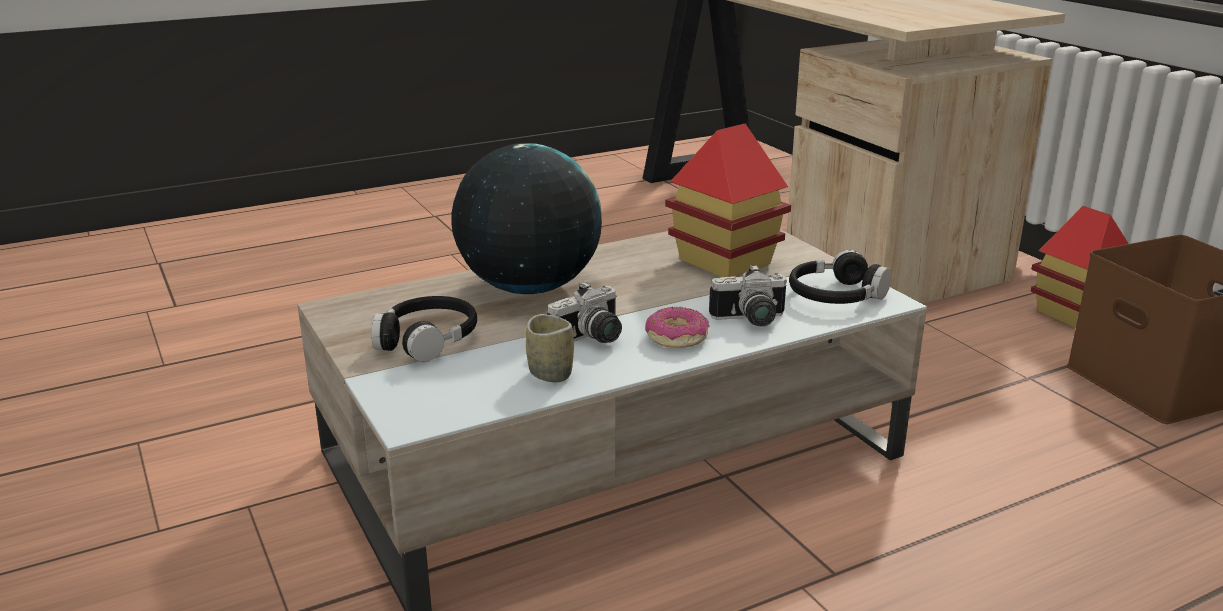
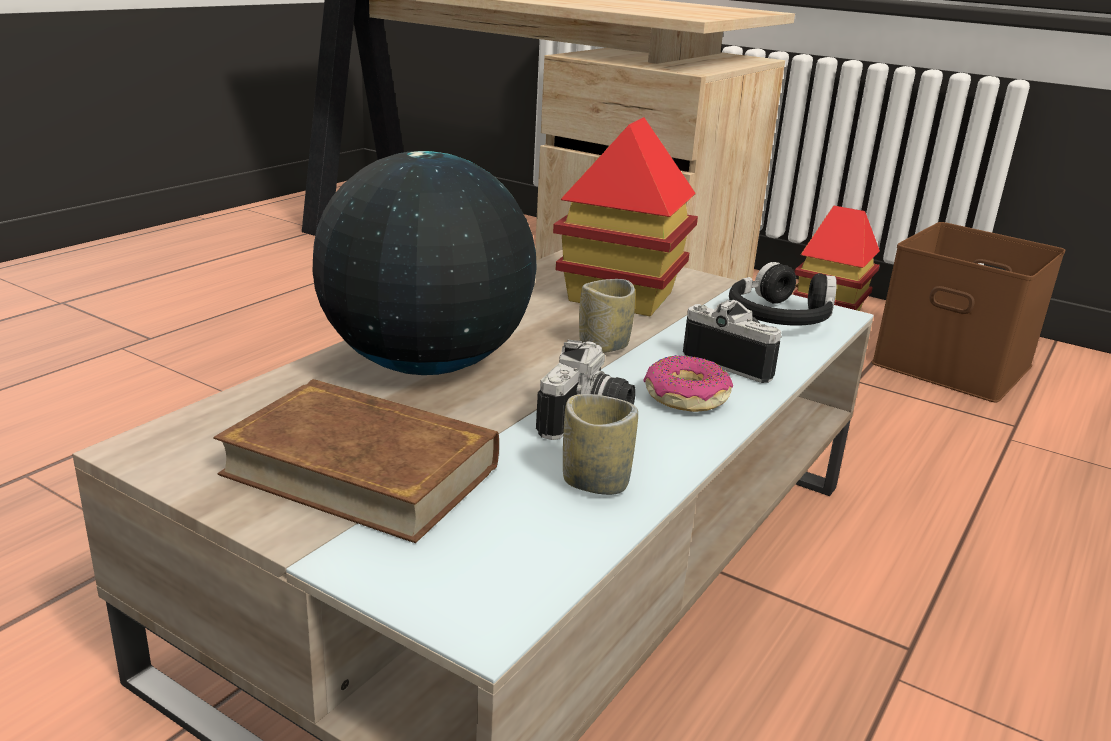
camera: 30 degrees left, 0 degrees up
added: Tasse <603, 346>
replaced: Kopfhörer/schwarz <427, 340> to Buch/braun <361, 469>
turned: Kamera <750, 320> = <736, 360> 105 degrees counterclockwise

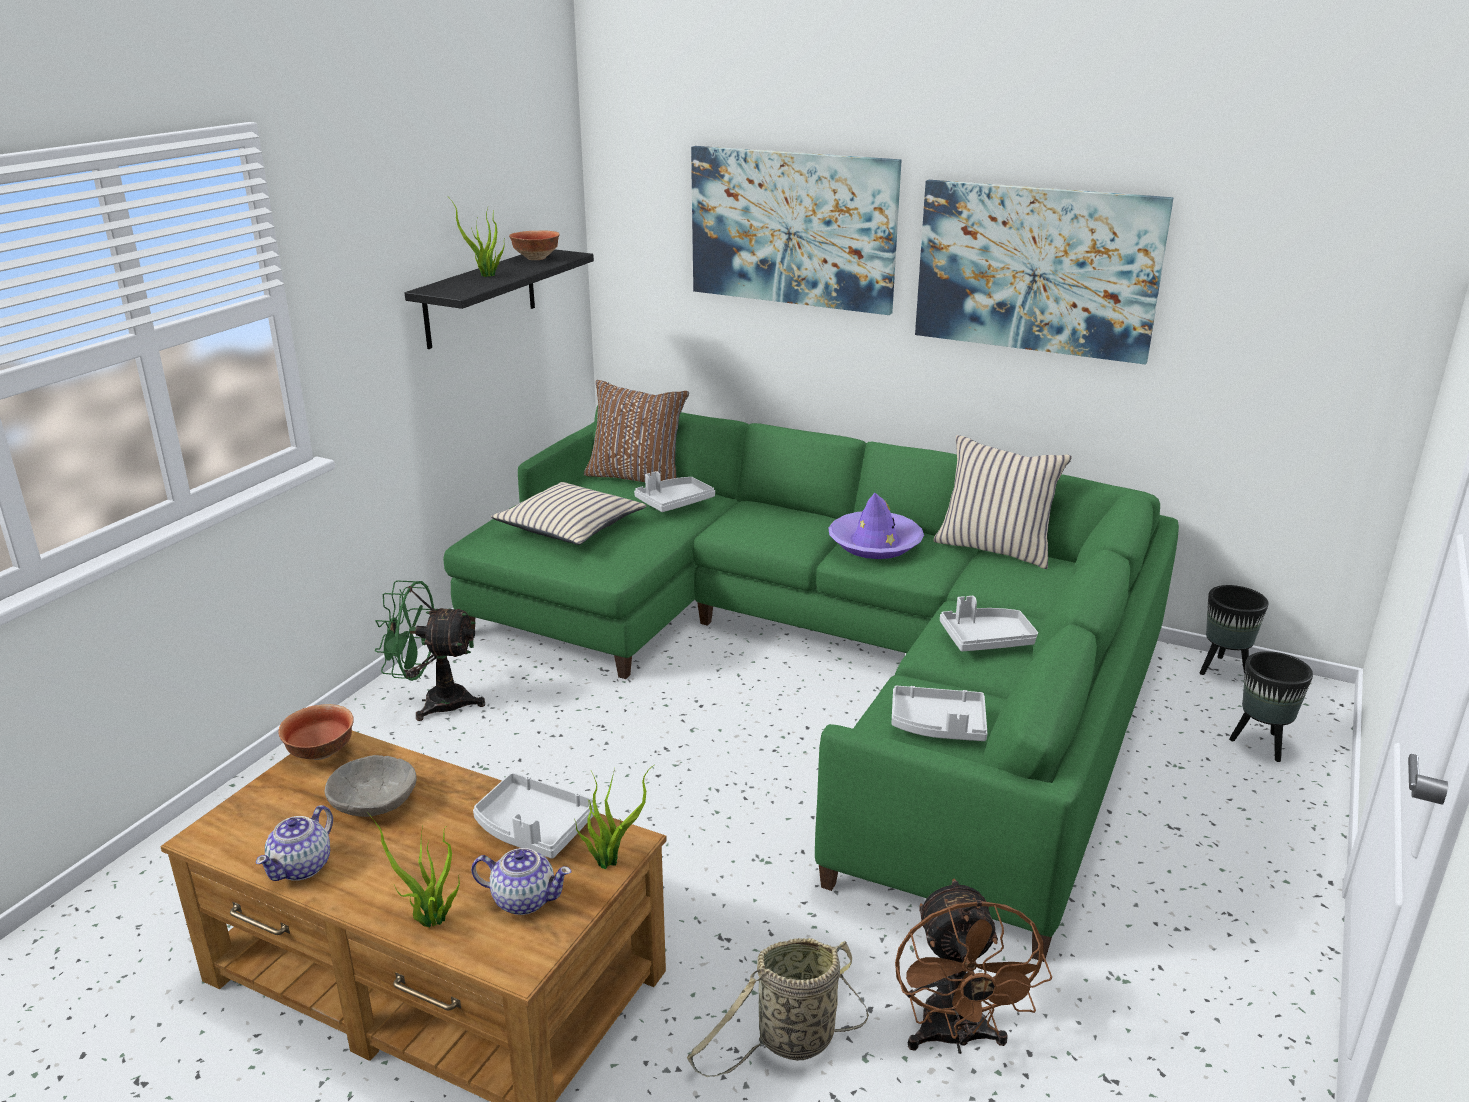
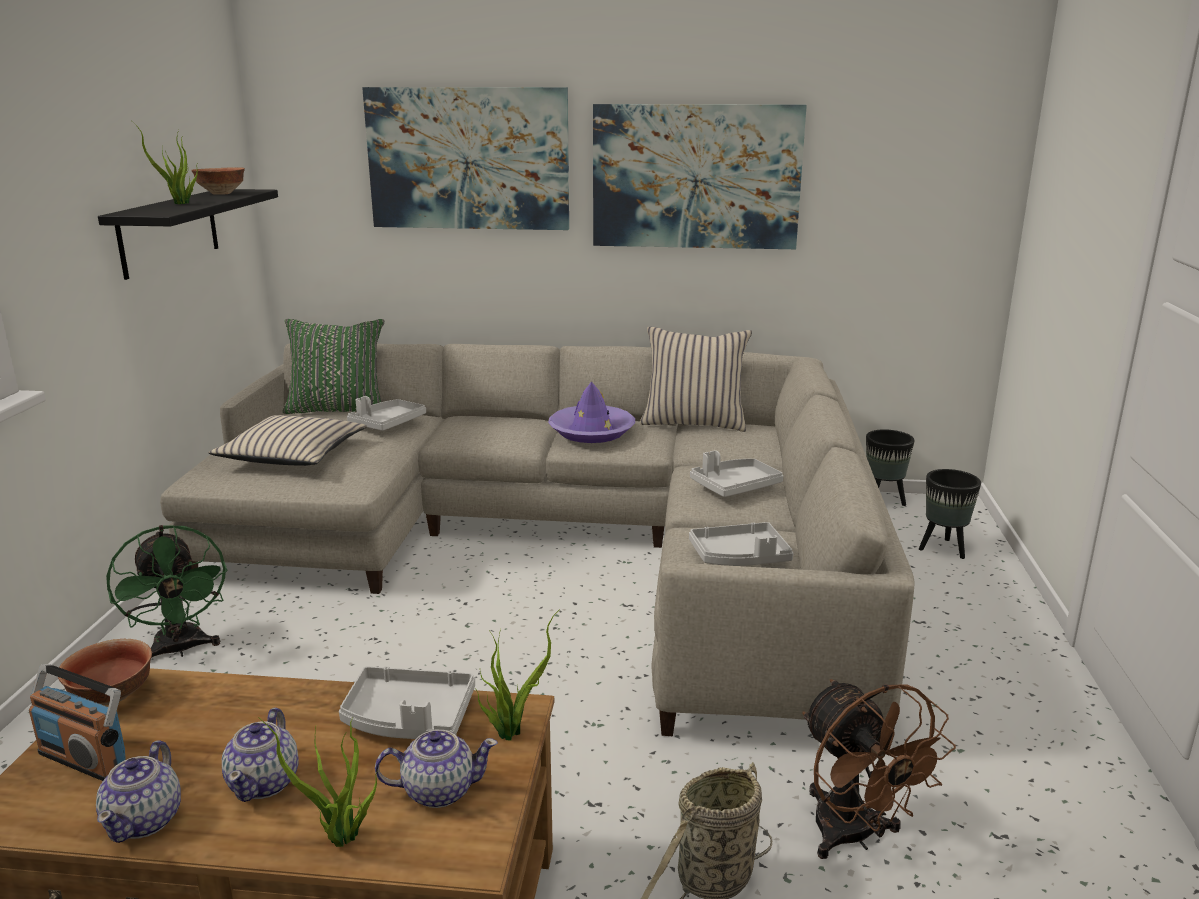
camera: 20 degrees left, 5 degrees down
removed: Schüssel/grau <373, 803>
added: Radio <84, 759>; Teekanne <265, 782>
recoloured: Sofa/grün <825, 660> to Sofa/beige <561, 546>; Kissen/braun <637, 477> to Kissen/grün <338, 410>
turned: Ventilator/grün <435, 702> = <180, 650> 105 degrees counterclockwise

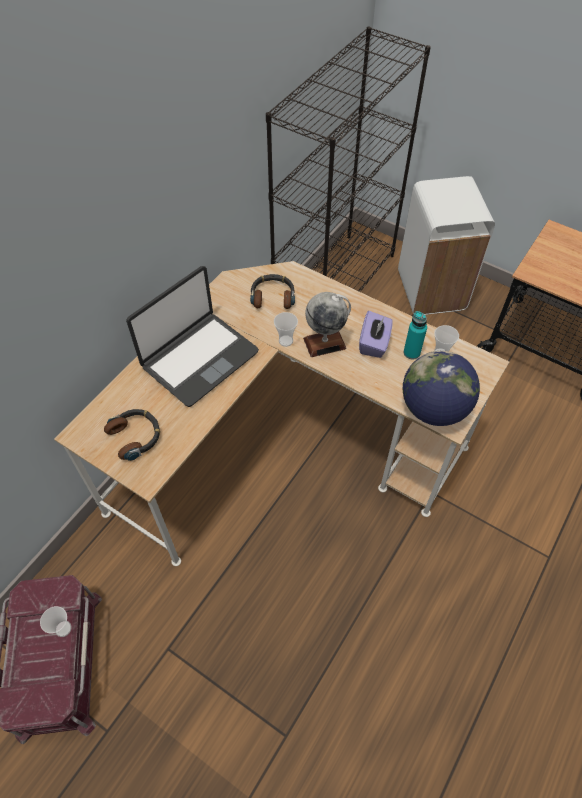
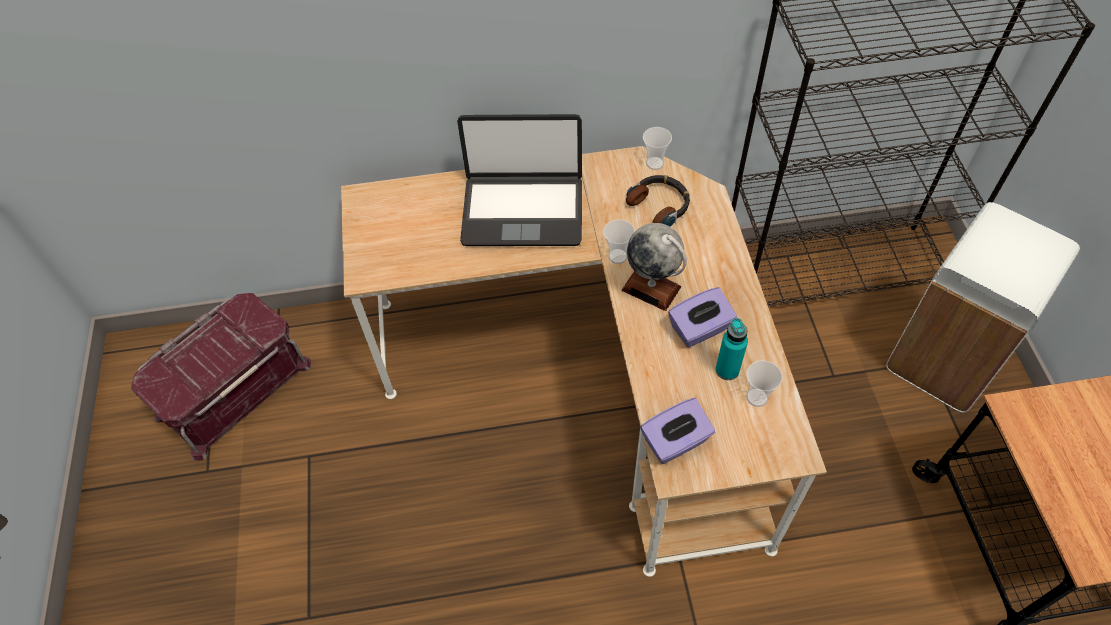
camera: 50 degrees right, 0 degrees up
removed: Kopfhörer <136, 436>
moved: Tasse <63, 628> to <654, 163>
replaced: Globus <433, 409> to Taschentuchbox/lila <675, 442>

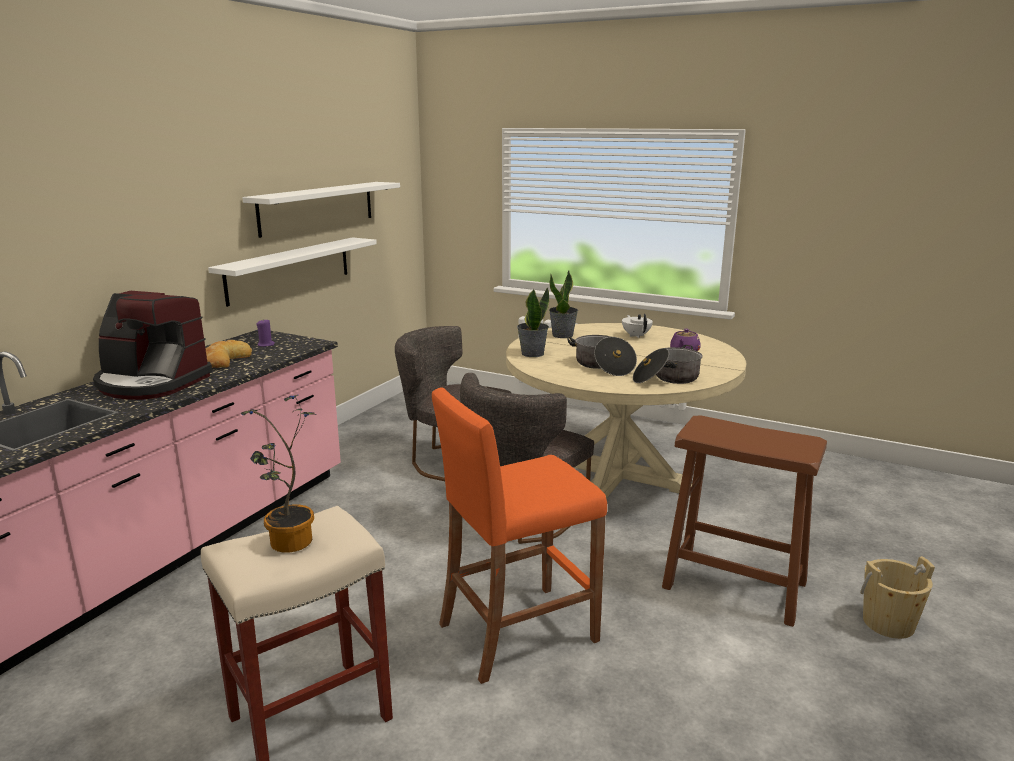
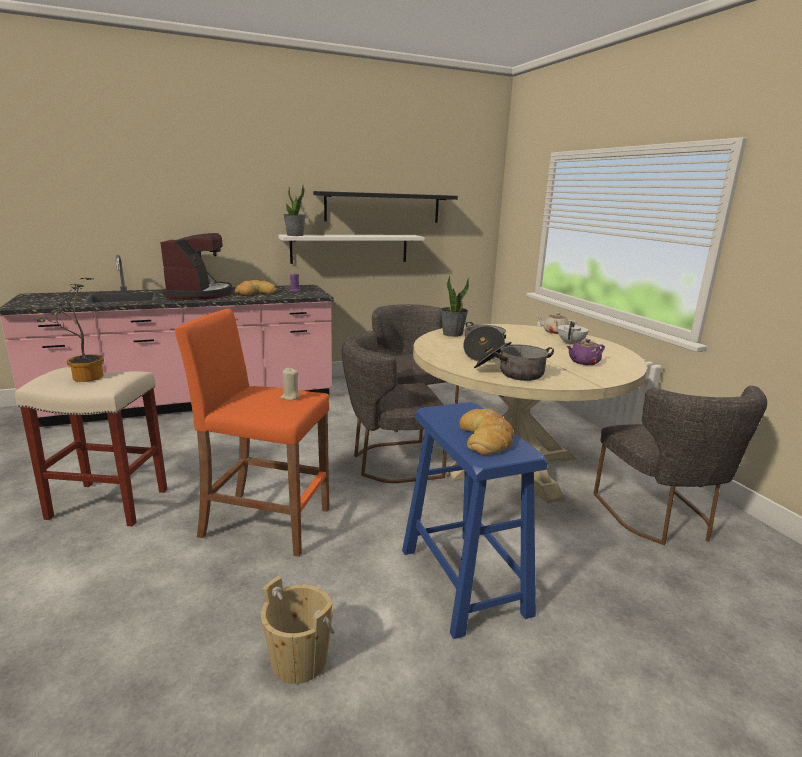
camera: 40 degrees right, 0 degrees up
added: Kerze/beige <290, 397>; Brot <486, 438>; Teekanne/beige <554, 332>; Stuhl/grau <660, 519>
moved: Topfpflanze <563, 335> to <295, 235>; Eimer/beige <888, 623> to <299, 660>
recoloured: Wandregal/weiß <318, 207> to Wandregal/schwarz <383, 207>; Hocker/braun <735, 585> to Hocker/blau <463, 582>
turned: Kaffeemaschine <151, 383> = <199, 294> 150 degrees counterclockwise

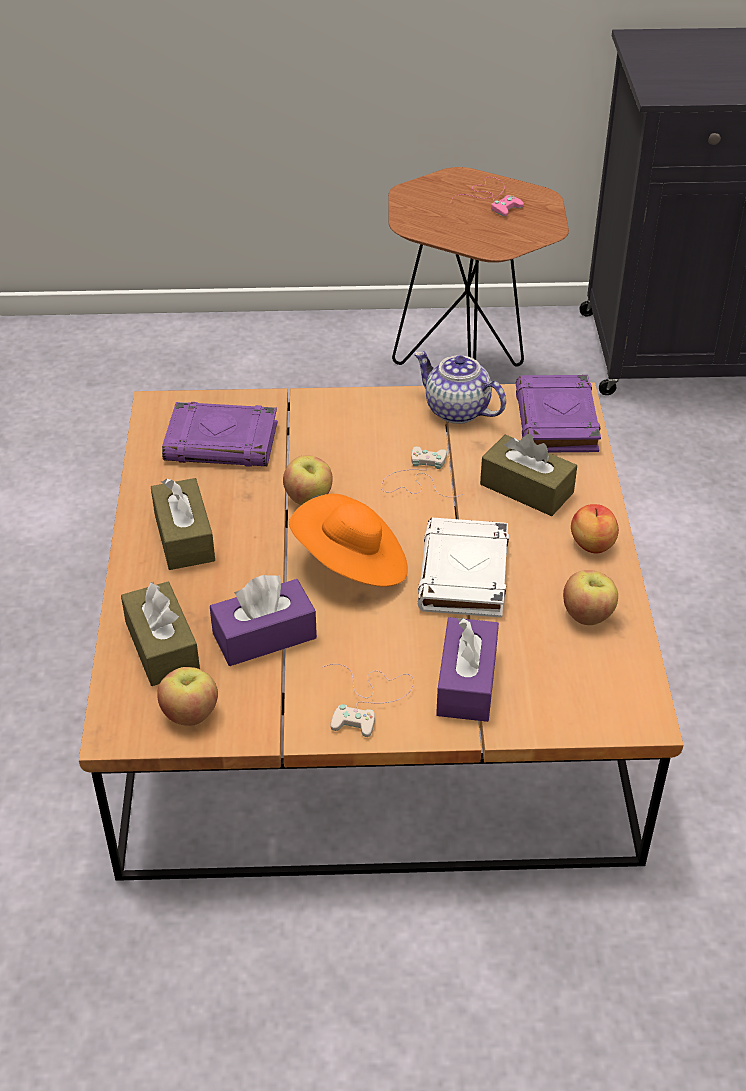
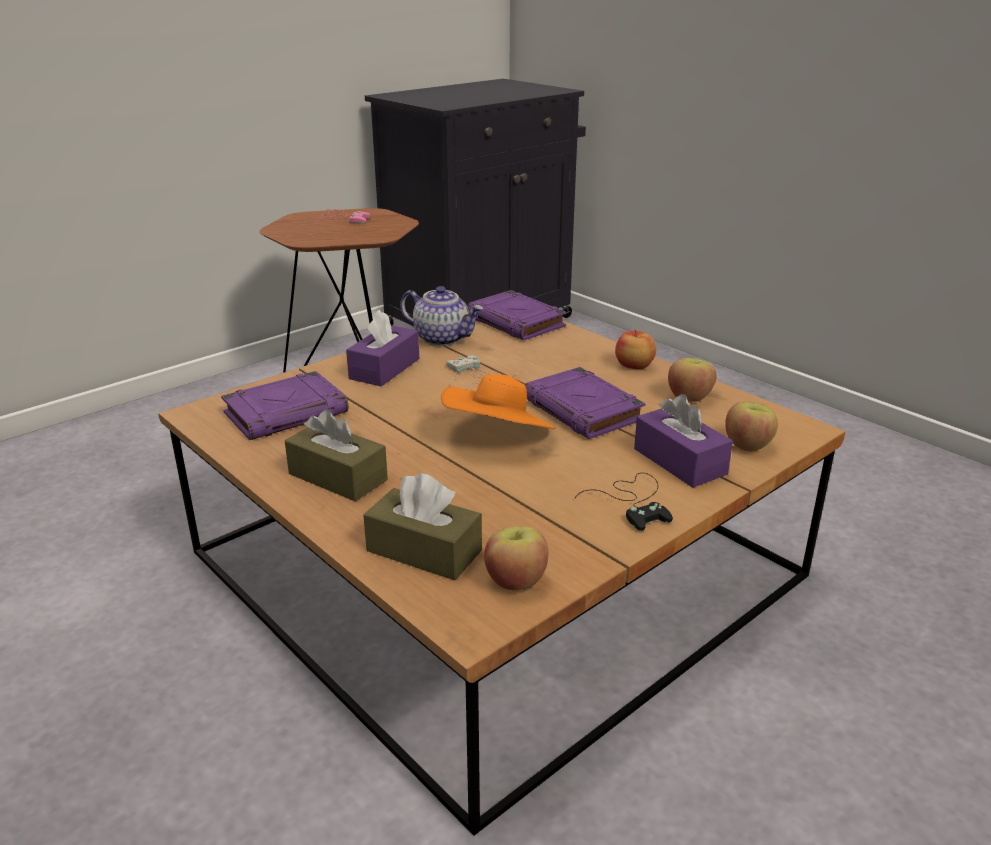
camera: 40 degrees left, 15 degrees down
removed: Taschentuchbox/braun <526, 488>
moved: Taschentuchbox/lila <264, 636> to <384, 369>; Apfel <309, 498> to <748, 445>
recoloured: Gamepad/weiß <369, 699> to Gamepad/schwarz <634, 502>; Buch/weiß <464, 575> to Buch/lila <584, 410>
turned: Teekanne <456, 410> = <443, 338> 150 degrees counterclockwise

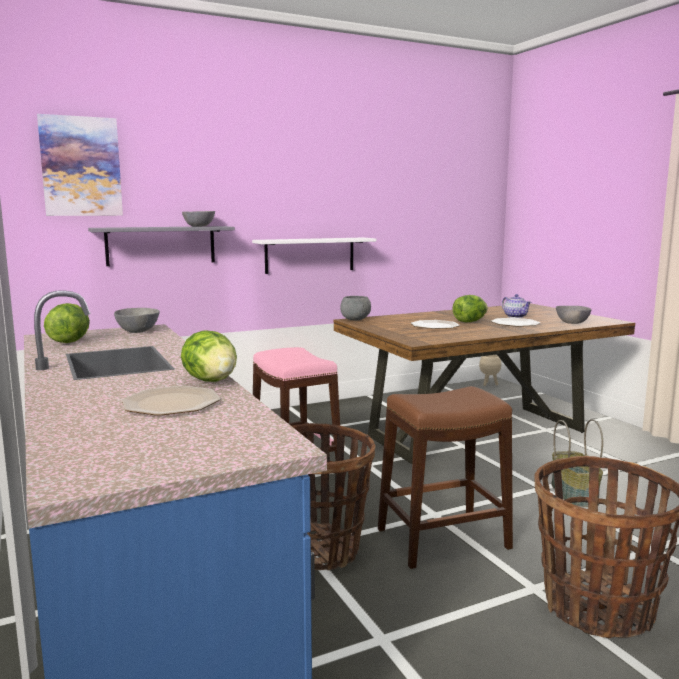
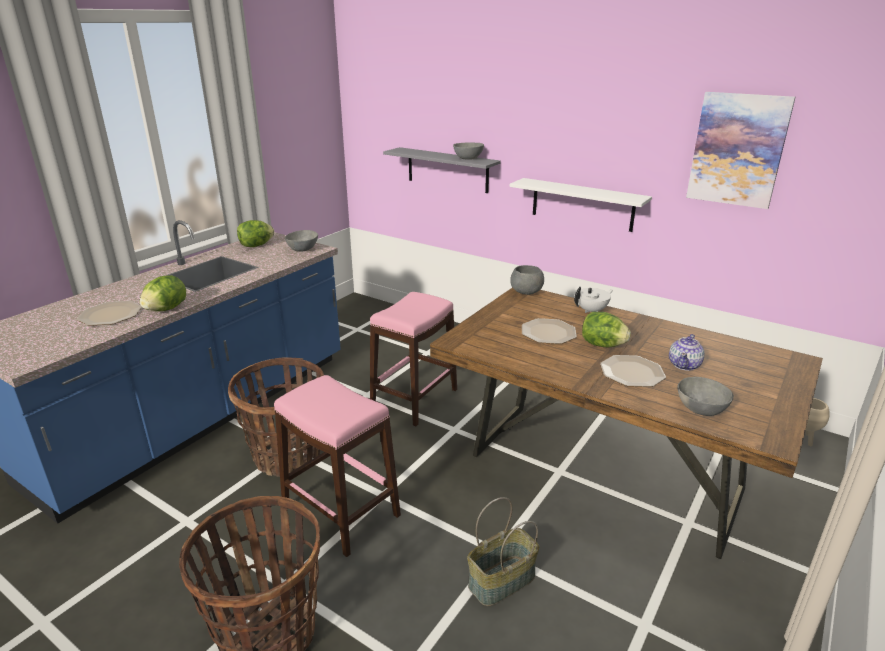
camera: 60 degrees right, 15 degrees up
added: Teekanne/weiß <592, 311>
moved: Bild <81, 166> to <737, 150>
recoloured: Hocker/braun <442, 538> to Hocker/rosa <341, 511>

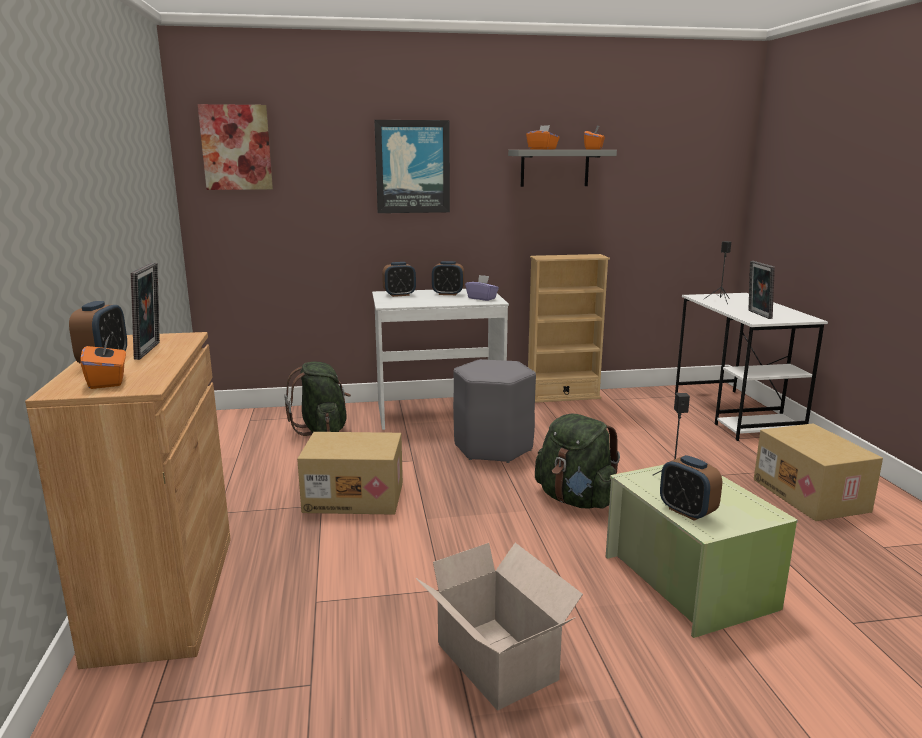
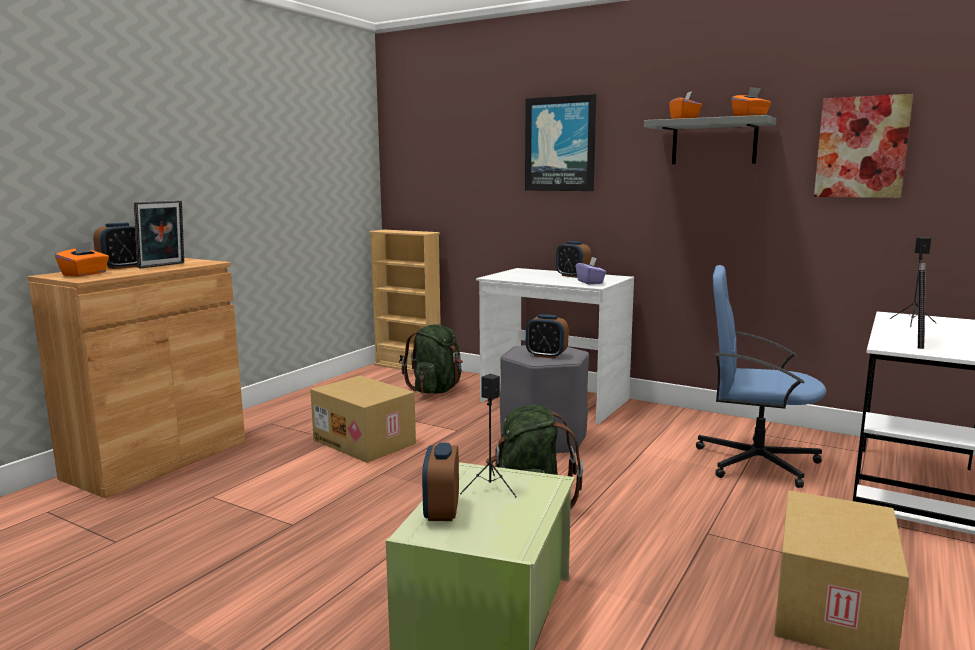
camera: 40 degrees right, 5 degrees down
removed: Karton <497, 664>
added: Bürostuhl/blau <754, 461>
moved: Bild <236, 147> to <861, 147>; Wecker <399, 295> to <546, 355>; Bücherregal/beige <563, 396> to <408, 367>

